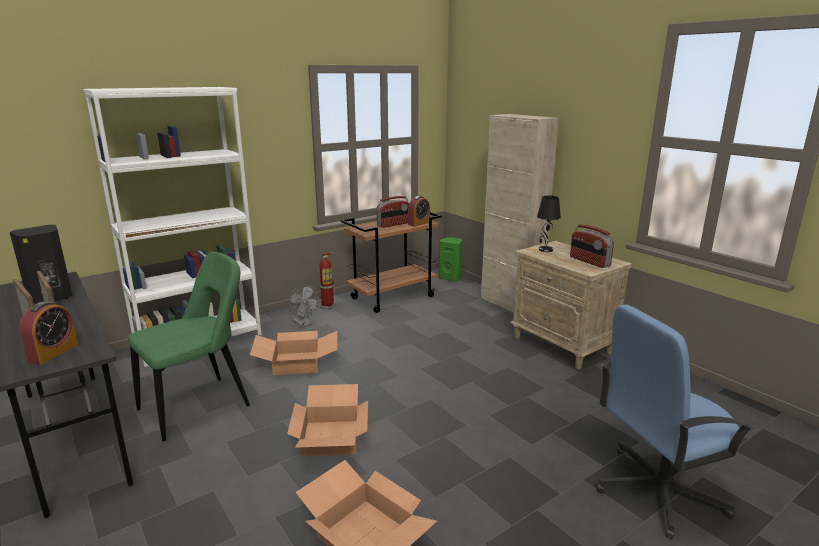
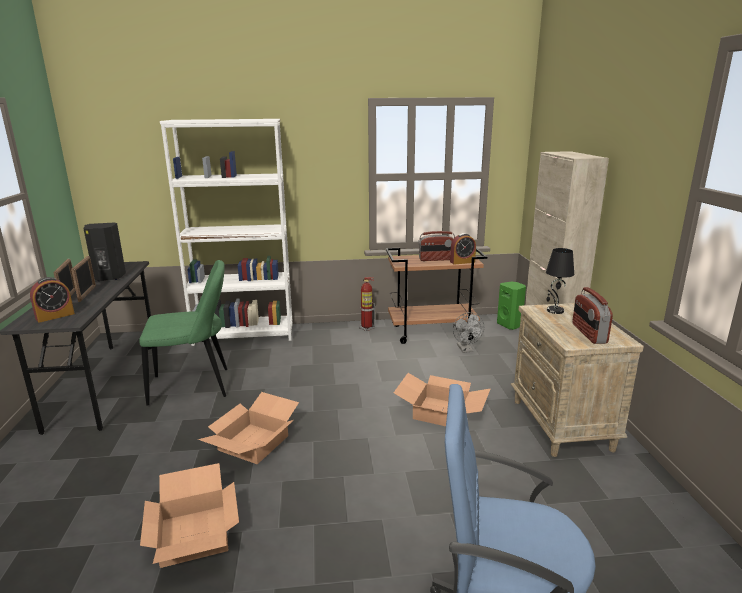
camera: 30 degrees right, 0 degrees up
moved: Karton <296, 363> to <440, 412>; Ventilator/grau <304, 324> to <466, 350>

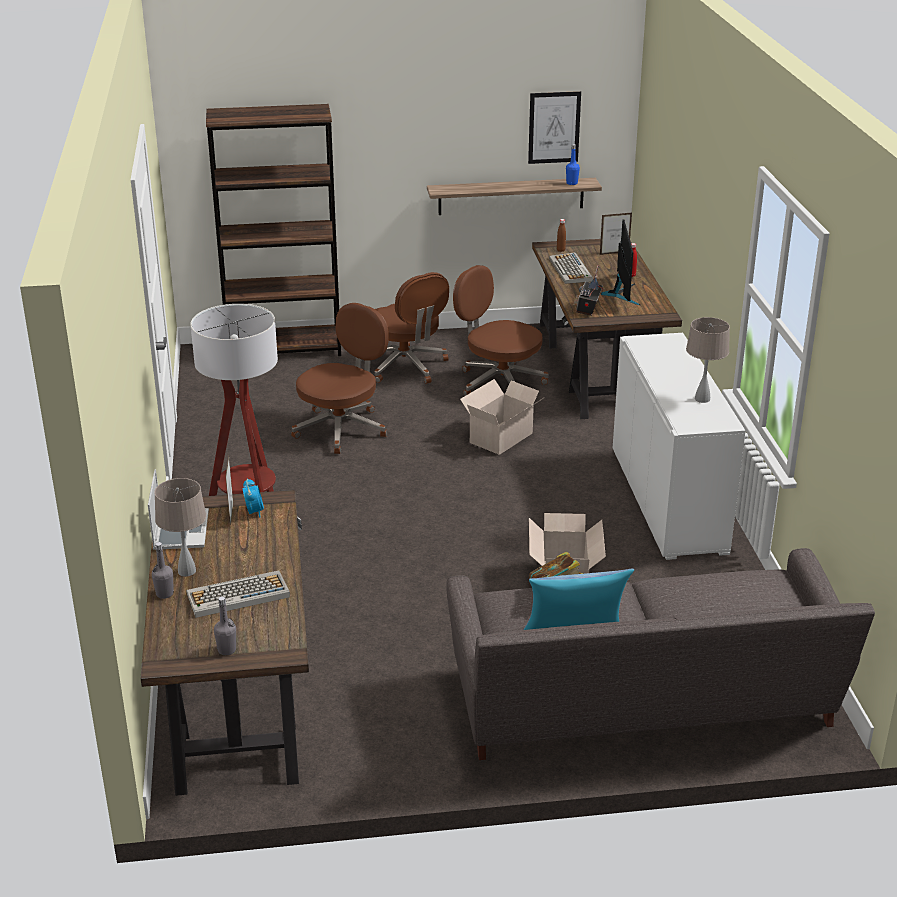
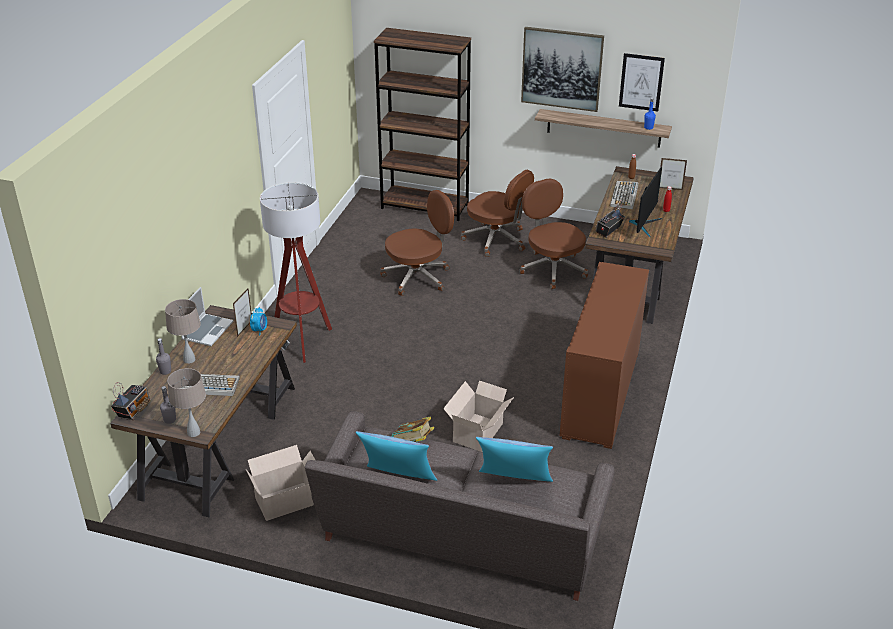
camera: 25 degrees right, 5 degrees up
added: Radio <134, 410>; Kissen <513, 485>; Bild <562, 68>
moved: Karton <502, 437> to <287, 501>; Tischlampe/beige <702, 399> to <193, 433>
recoloured: Schrank/weiß <667, 499> to Schrank/braun <600, 393>
turned: Bürostuhl/braun <406, 366> = <496, 240> 45 degrees counterclockwise

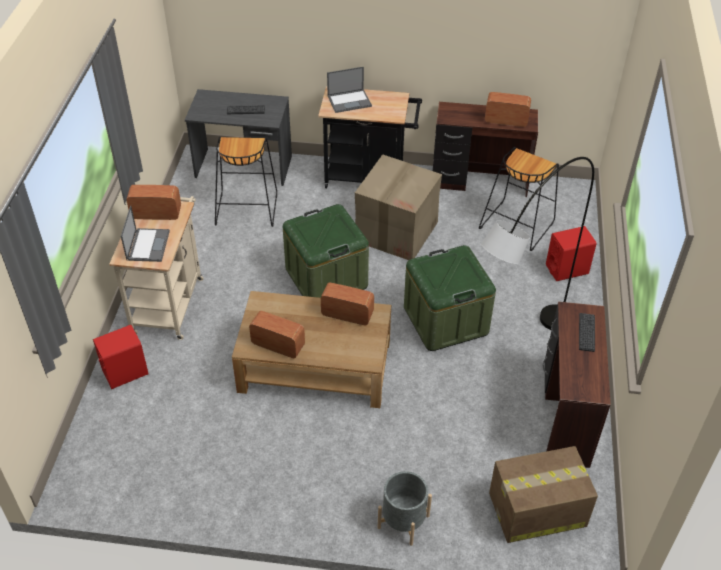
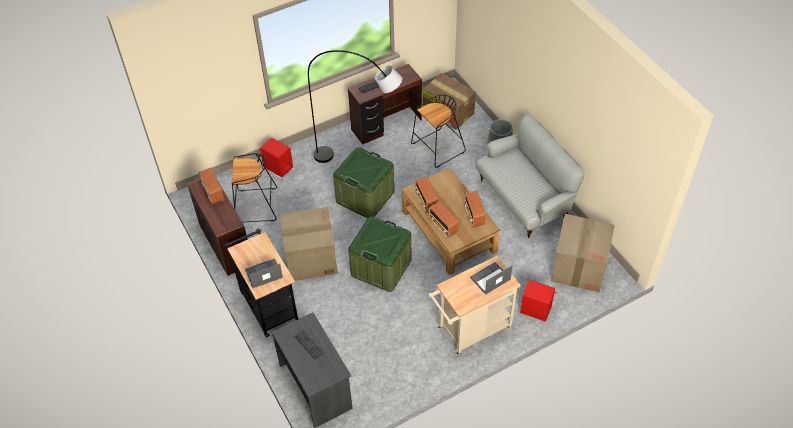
camera: 125 degrees left, 5 degrees up
added: Sofa <524, 199>; Karton <579, 267>
moved: Radio <156, 214> to <443, 226>; Hocker/schwarz <246, 208> to <437, 149>
turned: Laptop <350, 101> = <263, 274> 60 degrees counterclockwise

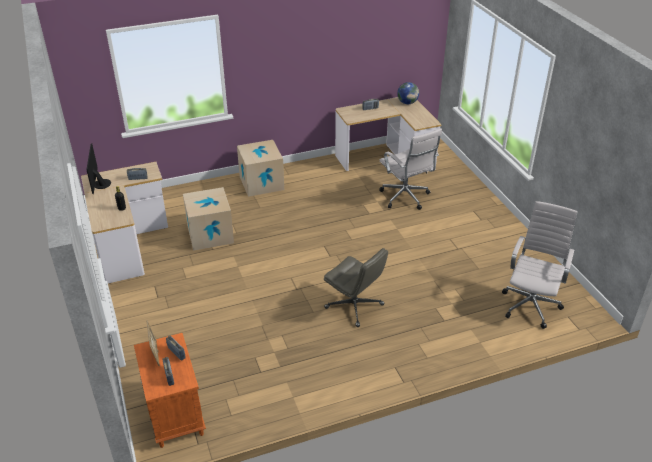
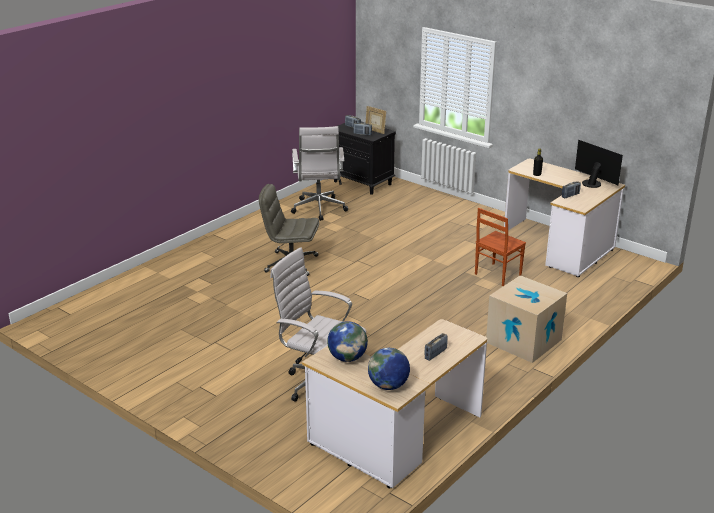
camera: 150 degrees right, 10 degrees down
added: Globus <347, 358>
moved: Bürostuhl/weiß <531, 304> to <319, 209>
replaced: Karton <210, 234> to Stuhl/braun <497, 274>
recoloured: Nachttisch/orange <175, 414> to Nachttisch/schwarz <363, 183>

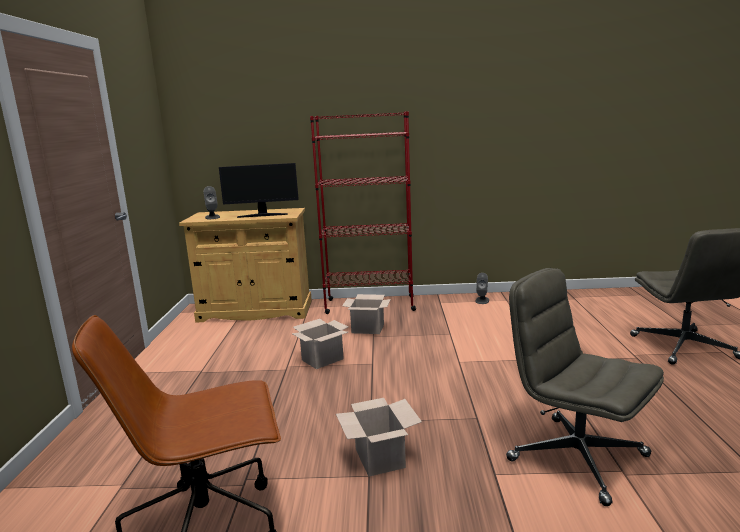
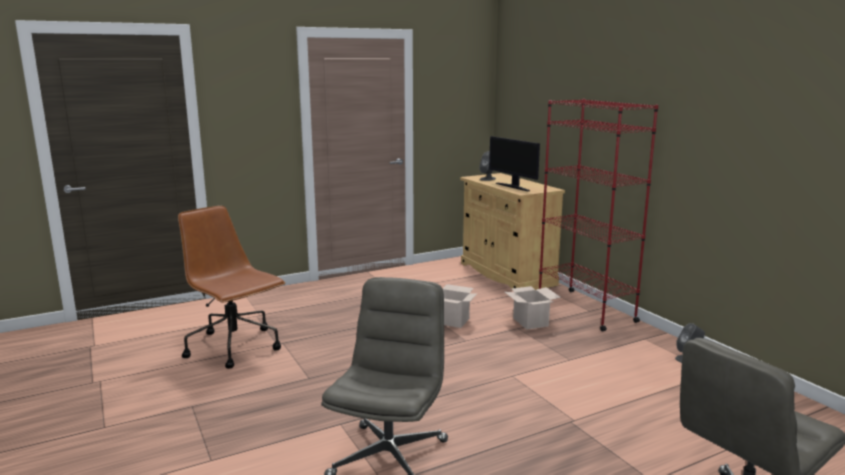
camera: 60 degrees right, 0 degrees up
removed: Karton <378, 458>

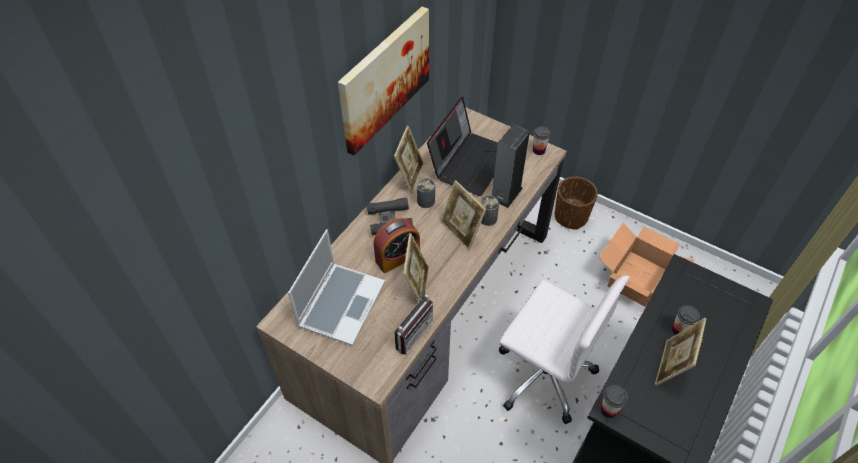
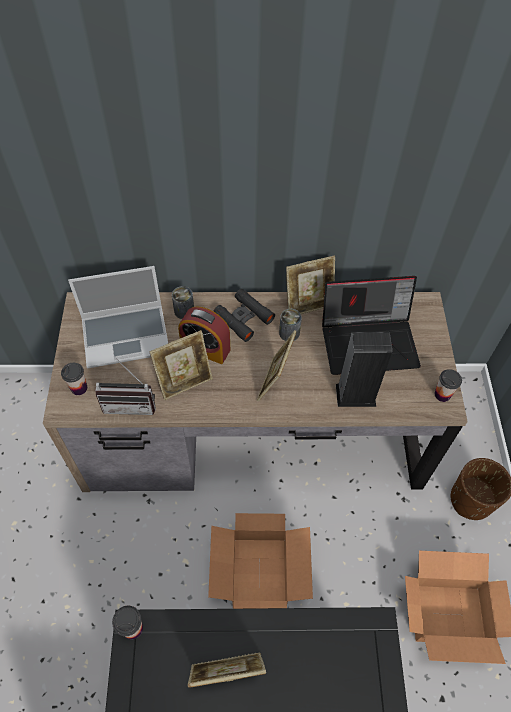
camera: 55 degrees right, 5 degrees up
removed: Bild <384, 79>
moved: Dose <488, 218> to <184, 311>; Tasse <679, 330> to <79, 388>
replaced: Bürostuhl/weiß <543, 373> to Karton <258, 574>

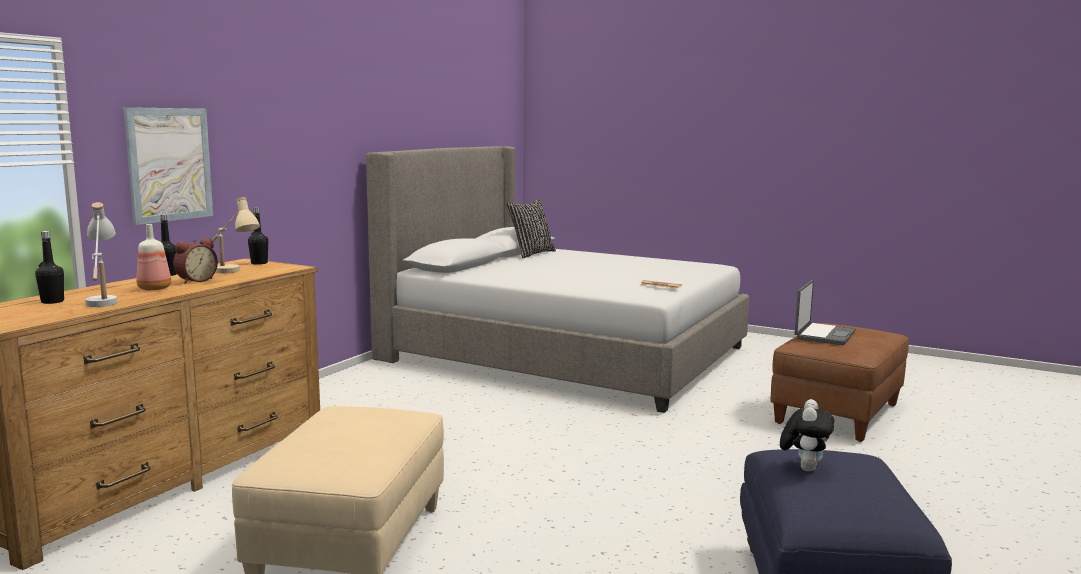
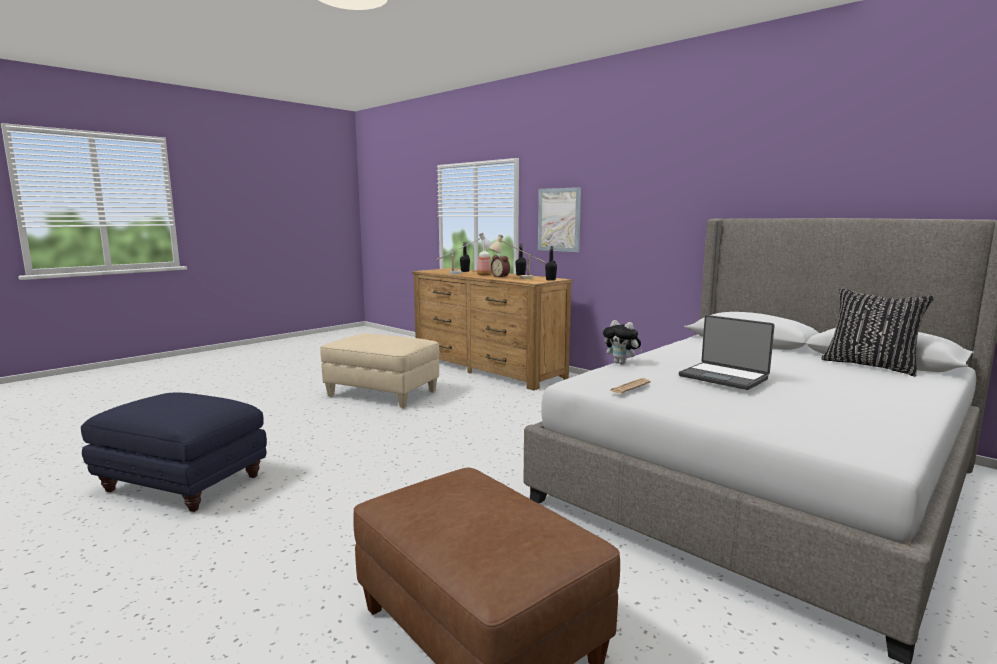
camera: 105 degrees right, 0 degrees up
moved: Plüschtier <804, 468> to <621, 363>; Laptop <823, 335> to <724, 377>

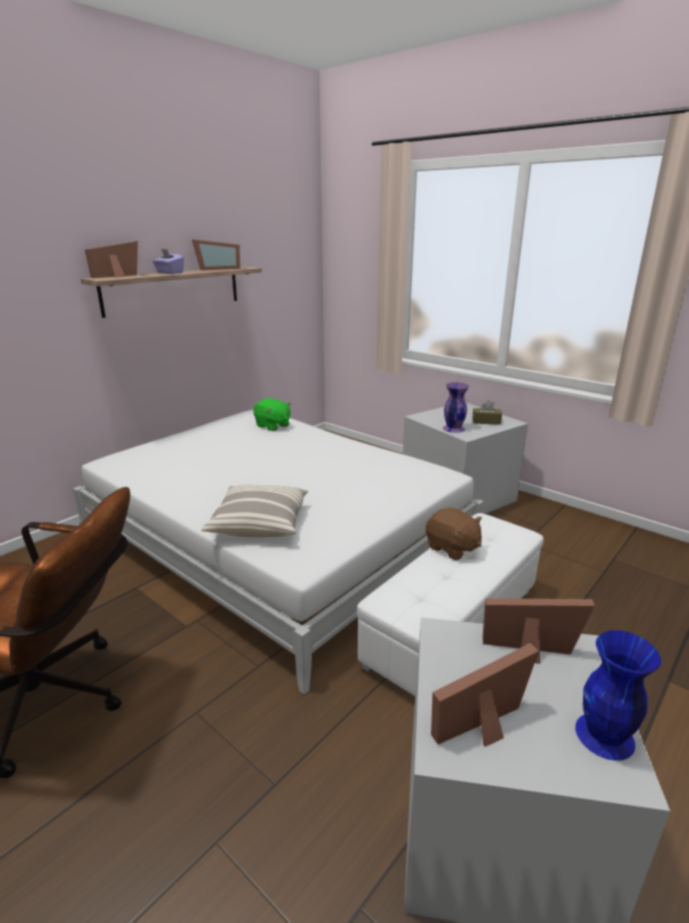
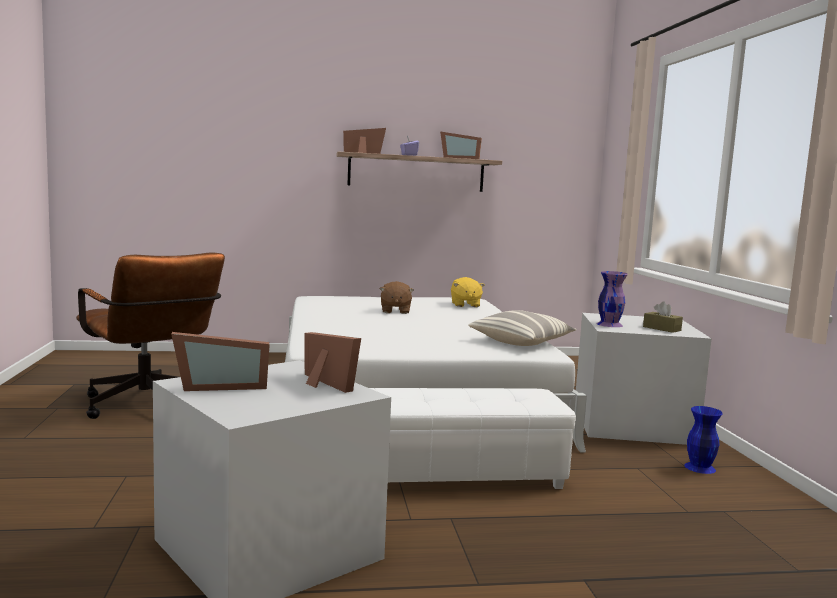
camera: 40 degrees right, 15 degrees down
moved: Kissen <259, 523> to <521, 342>; Plüschtier/braun <452, 548> to <395, 311>; Vase/blau <603, 736> to <699, 467>
recoloured: Plüschtier/grün <272, 426> to Plüschtier/gelb <465, 305>
turned: Bilderrahmen <487, 727> = <221, 386> 150 degrees clockwise

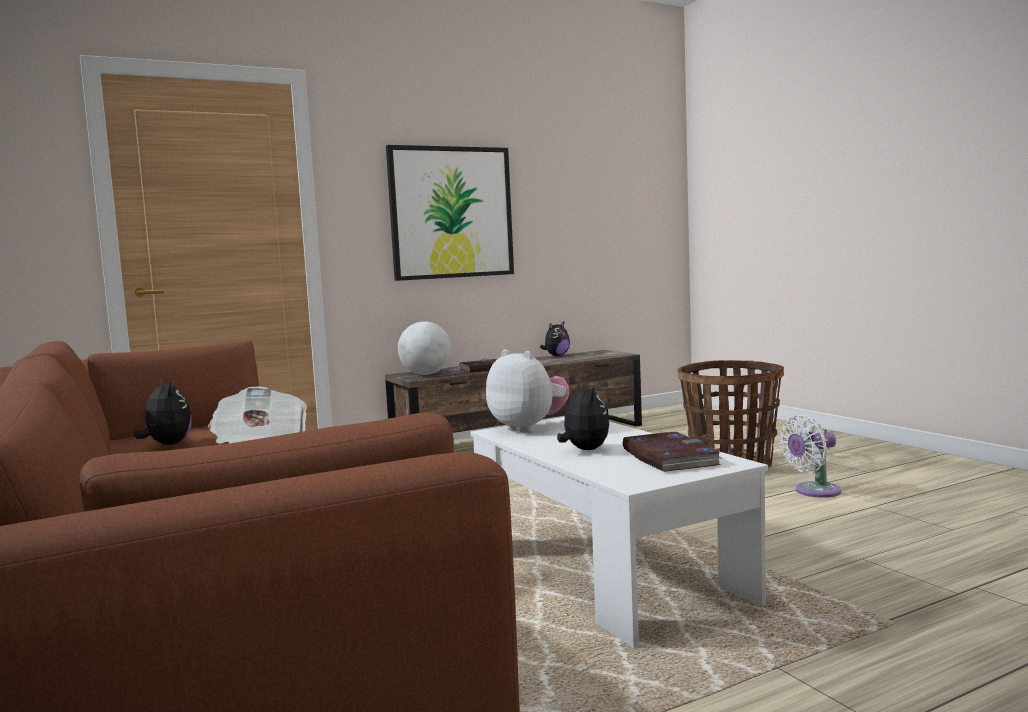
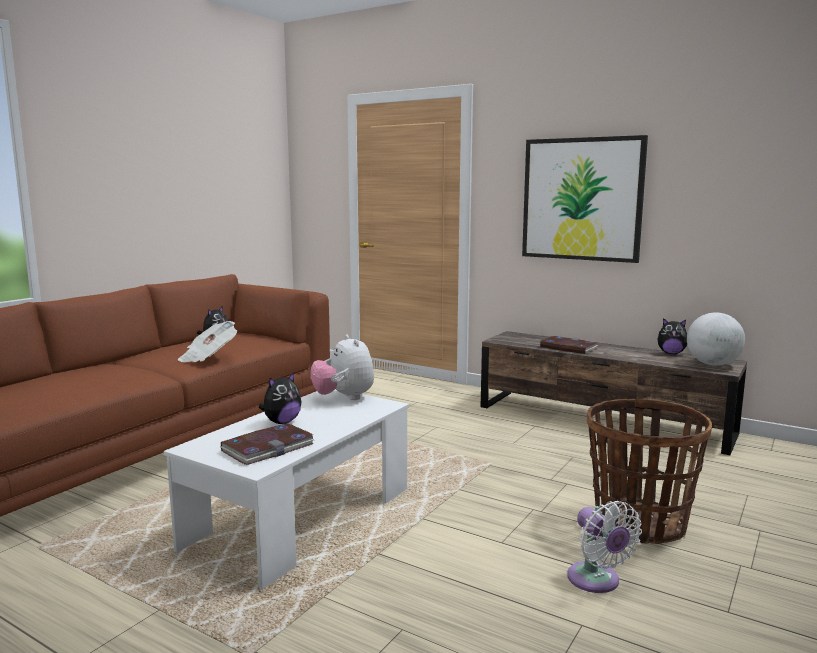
camera: 60 degrees right, 5 degrees up
moved: Globus <426, 374> to <712, 364>
turned: Plüschtier <528, 428> = <344, 398> 135 degrees clockwise; Ventilator/weiß <813, 491> = <596, 581> 150 degrees counterclockwise

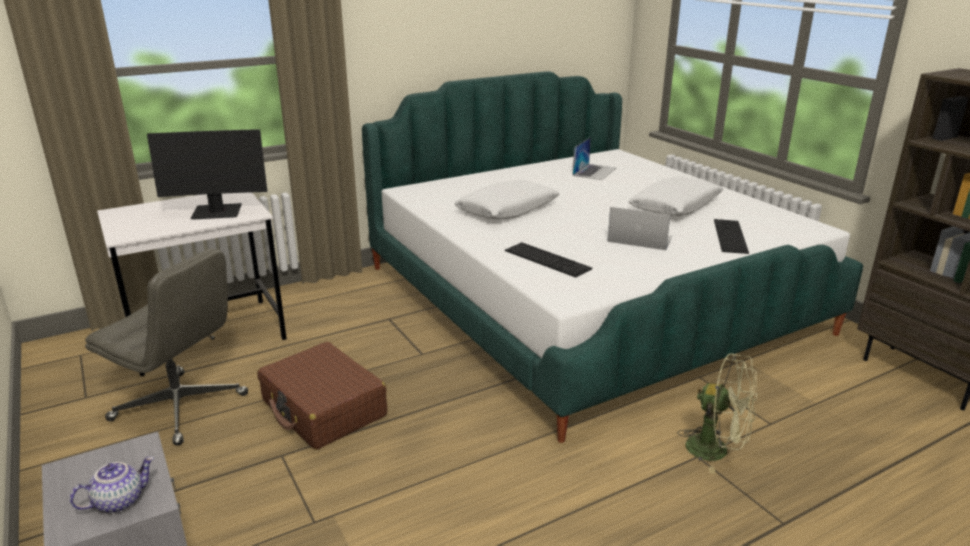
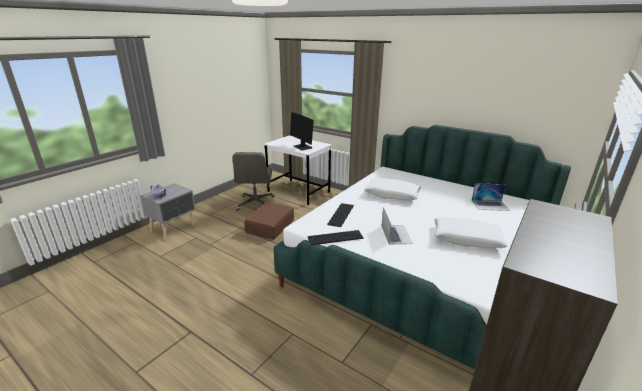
camera: 65 degrees right, 0 degrees up
removed: Ventilator/grün <716, 450>
moved: Tastatur <730, 236> to <335, 237>

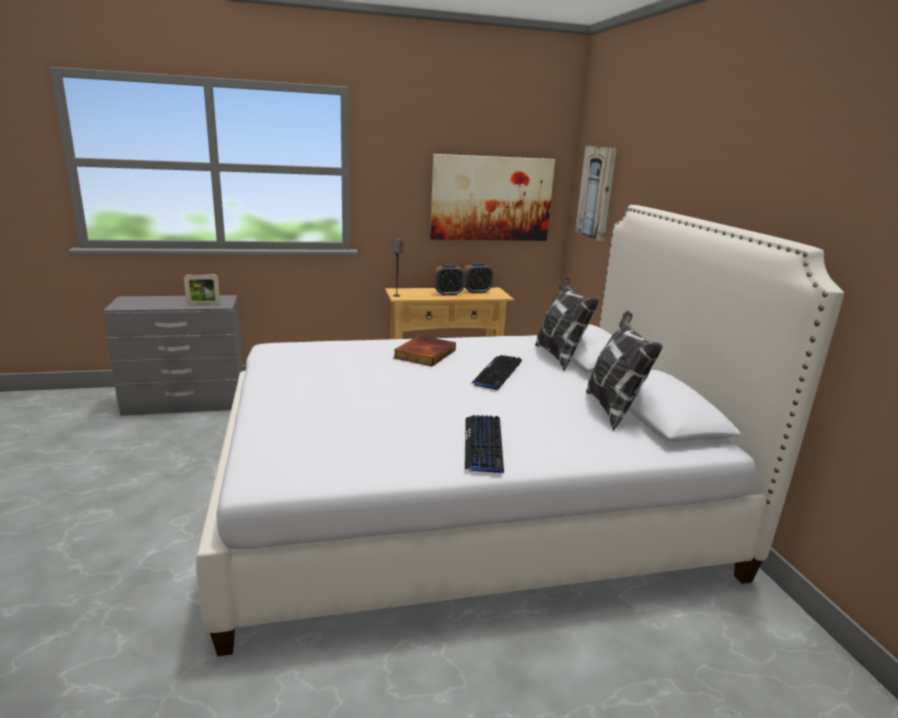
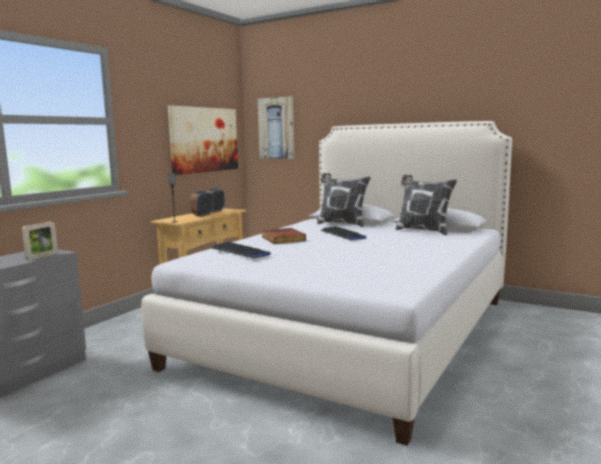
camera: 45 degrees left, 10 degrees down
moved: Tastatur <484, 444> to <239, 251>

